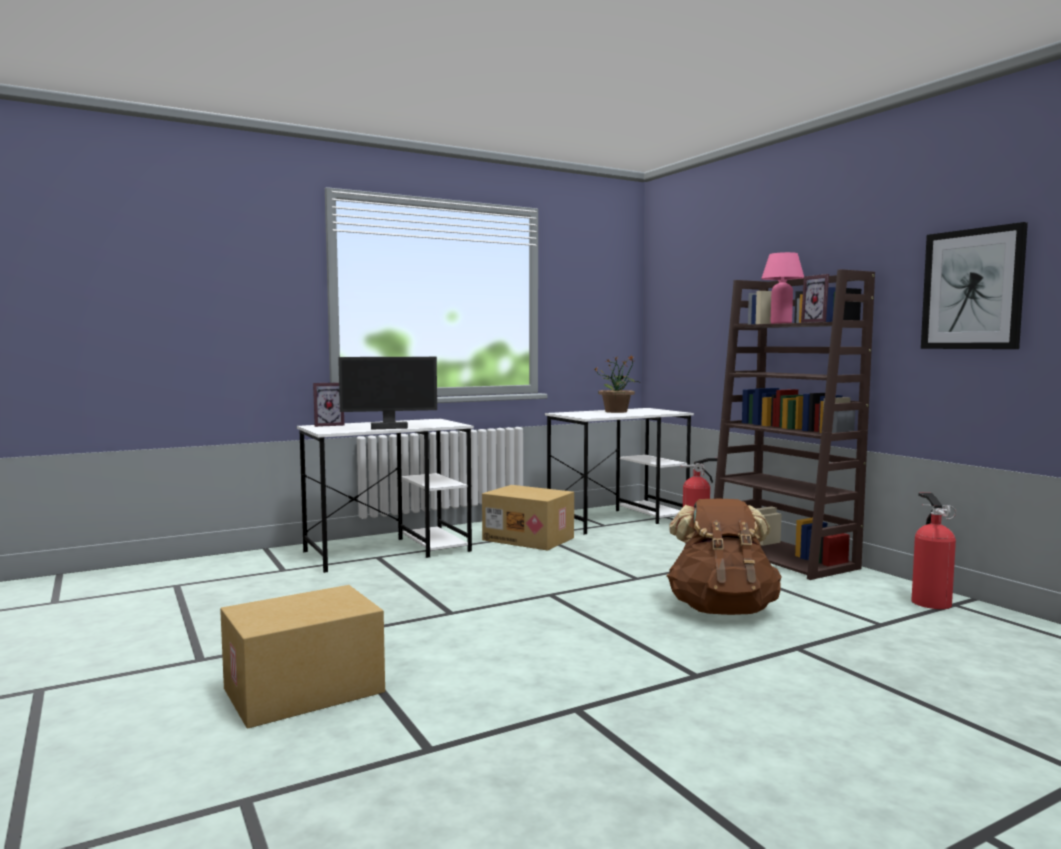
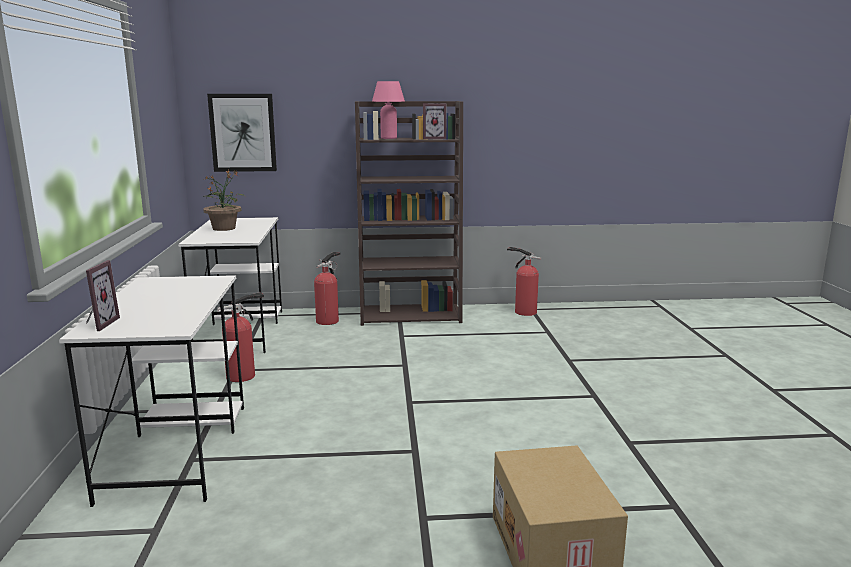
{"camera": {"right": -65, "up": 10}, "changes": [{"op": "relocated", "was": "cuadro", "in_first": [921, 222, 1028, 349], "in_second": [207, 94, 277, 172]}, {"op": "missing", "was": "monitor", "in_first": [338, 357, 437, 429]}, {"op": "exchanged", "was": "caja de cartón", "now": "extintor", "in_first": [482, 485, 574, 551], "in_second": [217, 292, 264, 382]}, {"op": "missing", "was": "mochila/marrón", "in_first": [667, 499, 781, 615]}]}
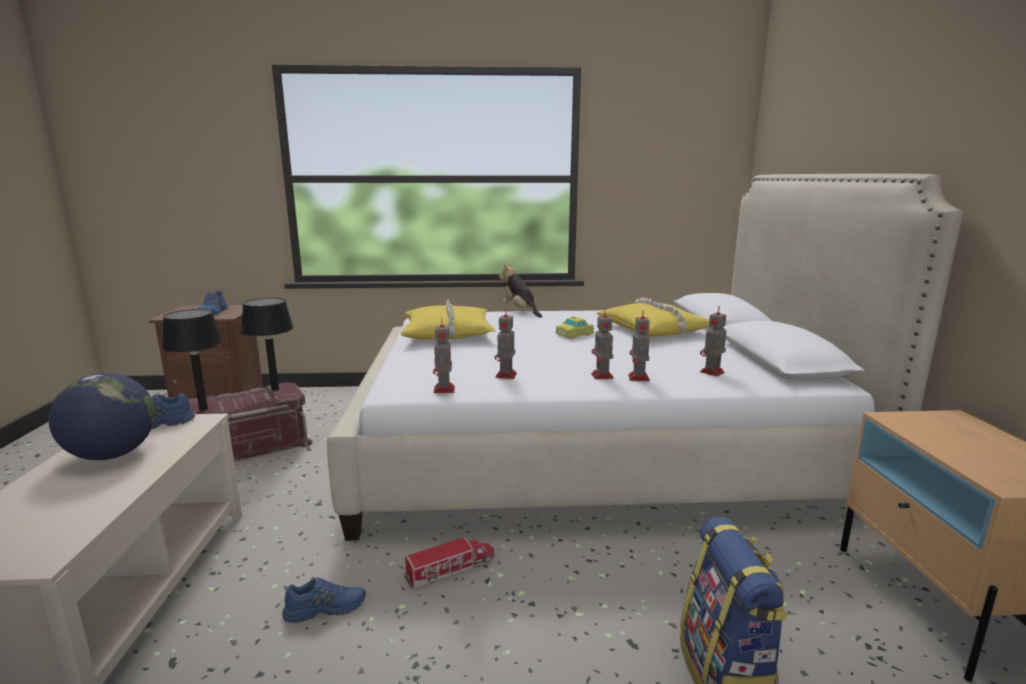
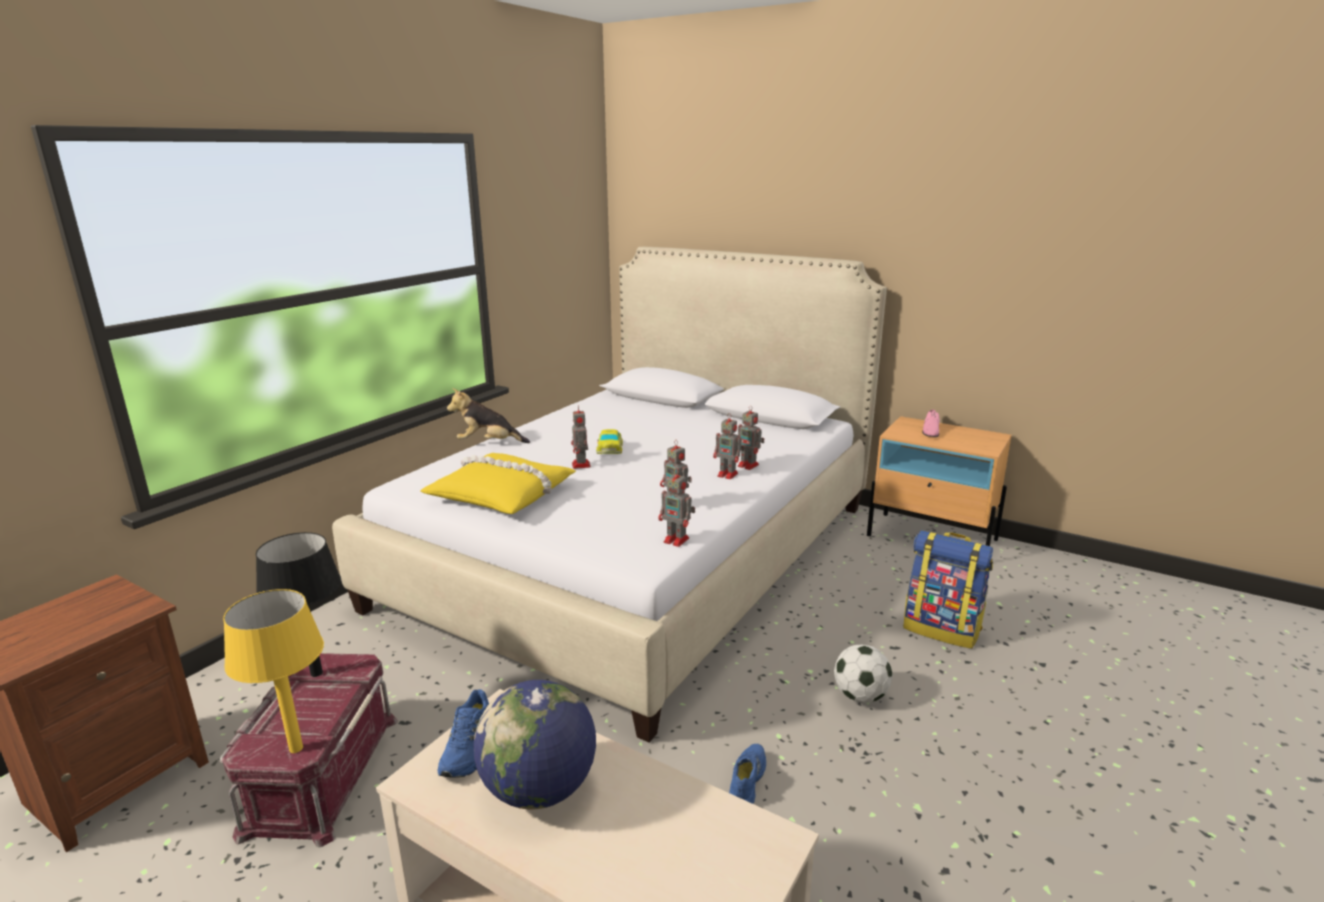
{"camera": {"right": -55, "up": 5}, "changes": [{"op": "missing", "was": "zapato/azul", "in_first": [198, 291, 228, 315]}, {"op": "missing", "was": "cojín/amarillo", "in_first": [597, 297, 709, 337]}, {"op": "relocated", "was": "robot de juguete", "in_first": [700, 306, 726, 376], "in_second": [571, 405, 591, 469]}, {"op": "colour", "was": "lámpara de mesa/negro", "now": "lámpara de mesa/amarillo", "in_first": [162, 309, 223, 411], "in_second": [223, 589, 324, 753]}, {"op": "missing", "was": "camión de juguete", "in_first": [404, 537, 494, 588]}, {"op": "appeared", "now": "zapato/rosa", "in_second": [922, 409, 940, 437]}, {"op": "appeared", "now": "balón de fútbol", "in_second": [834, 645, 892, 703]}]}
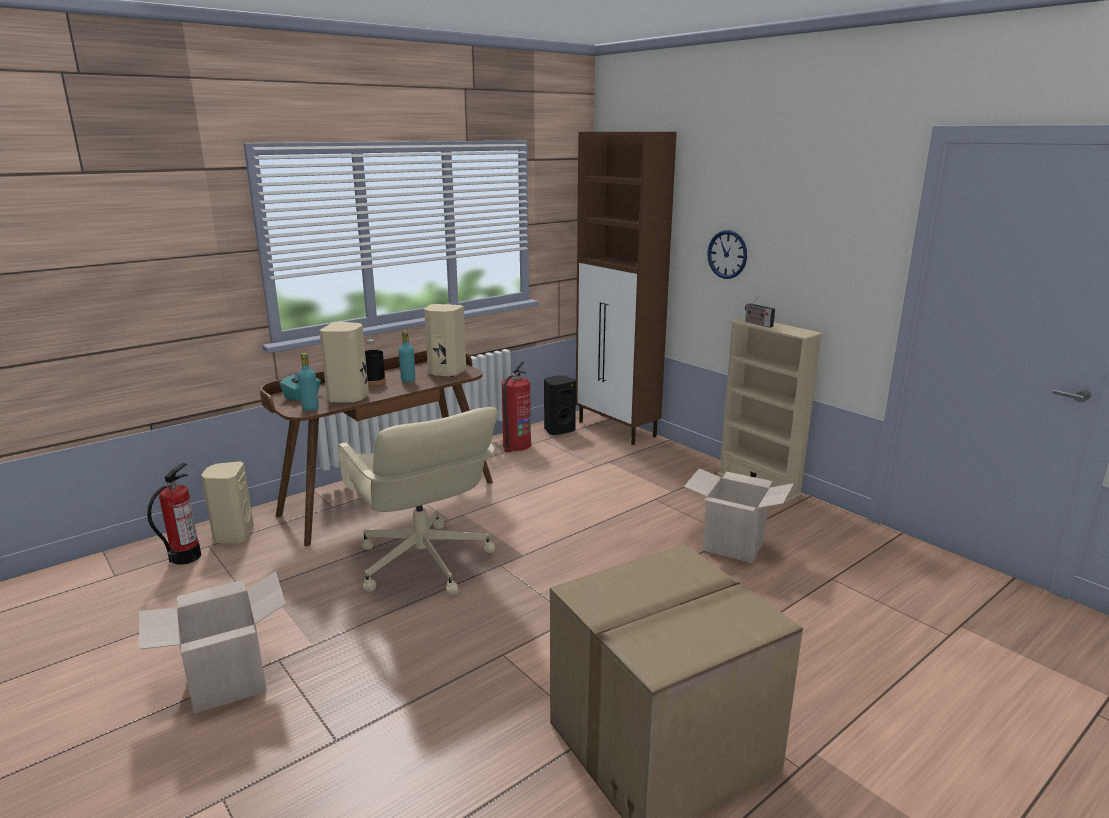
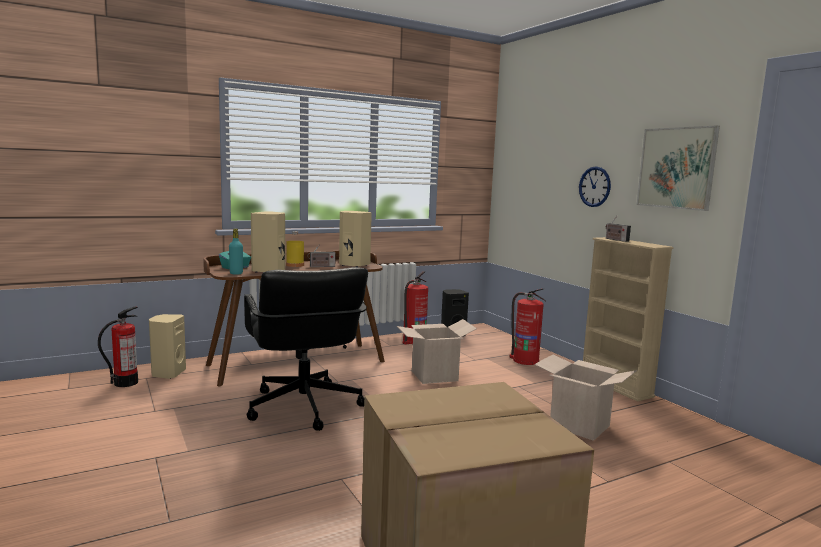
{"camera": {"right": 10, "up": -10}, "changes": [{"op": "missing", "was": "armario/marrón", "in_first": [576, 132, 677, 445]}, {"op": "exchanged", "was": "botella/turquesa", "now": "radio", "in_first": [398, 331, 415, 383], "in_second": [308, 244, 336, 267]}, {"op": "colour", "was": "botella/negro", "now": "botella/amarillo", "in_first": [365, 339, 386, 385], "in_second": [286, 231, 304, 267]}, {"op": "colour", "was": "silla de oficina/beis", "now": "silla de oficina/negro", "in_first": [338, 407, 497, 594], "in_second": [244, 267, 368, 431]}, {"op": "relocated", "was": "caja de cartón", "in_first": [139, 571, 286, 714], "in_second": [397, 319, 477, 384]}, {"op": "appeared", "now": "cuadro", "in_second": [637, 125, 720, 211]}, {"op": "appeared", "now": "extintor", "in_second": [509, 289, 546, 365]}]}
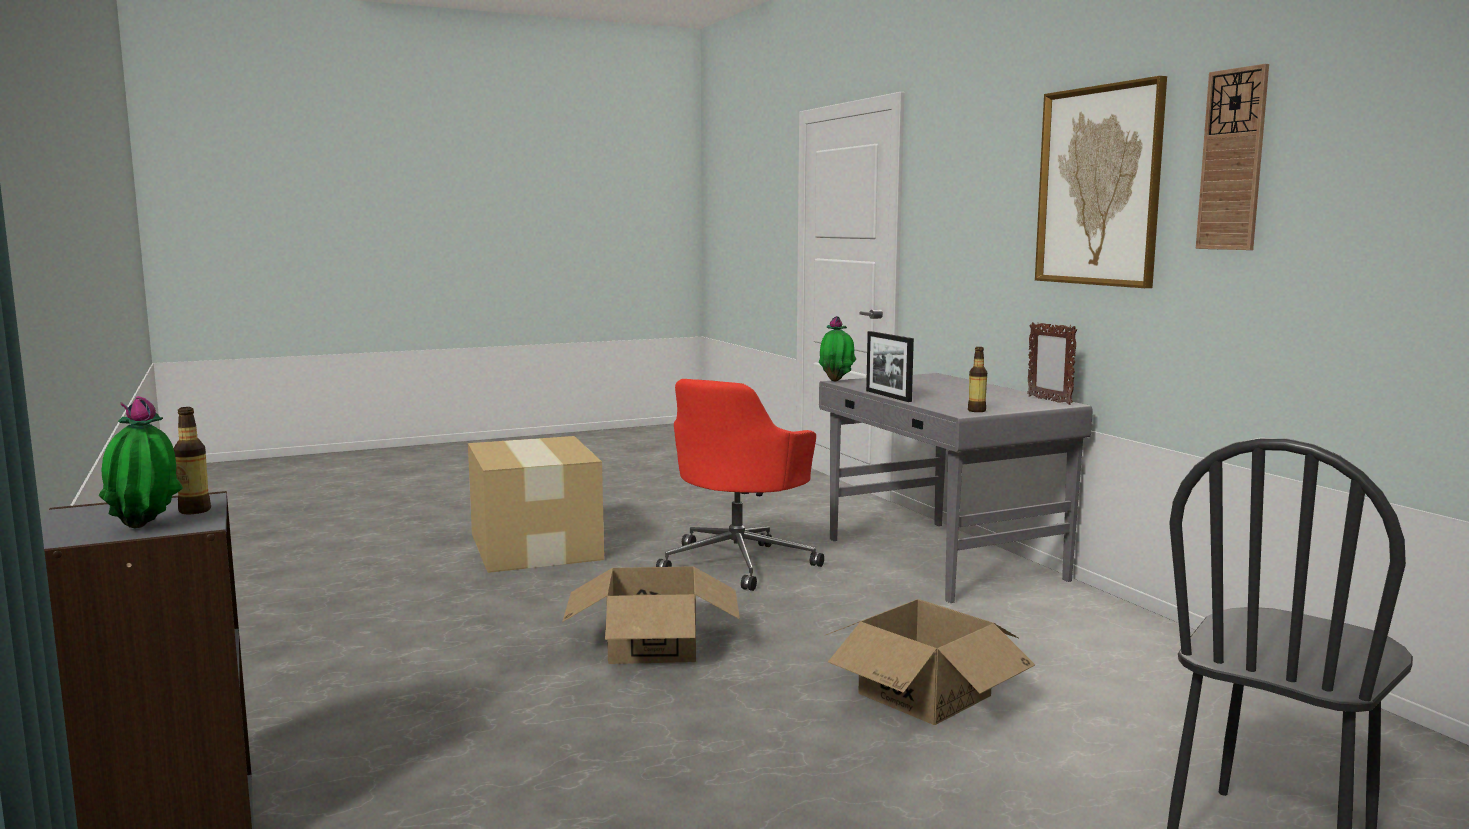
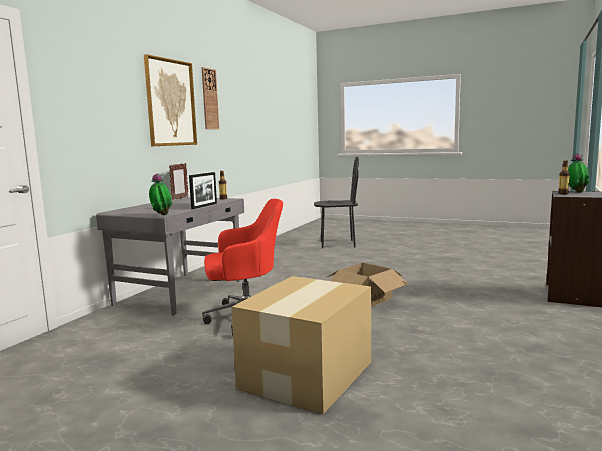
{"camera": {"right": -130, "up": 0}, "changes": [{"op": "missing", "was": "caja de cartón", "in_first": [824, 599, 1035, 725]}]}
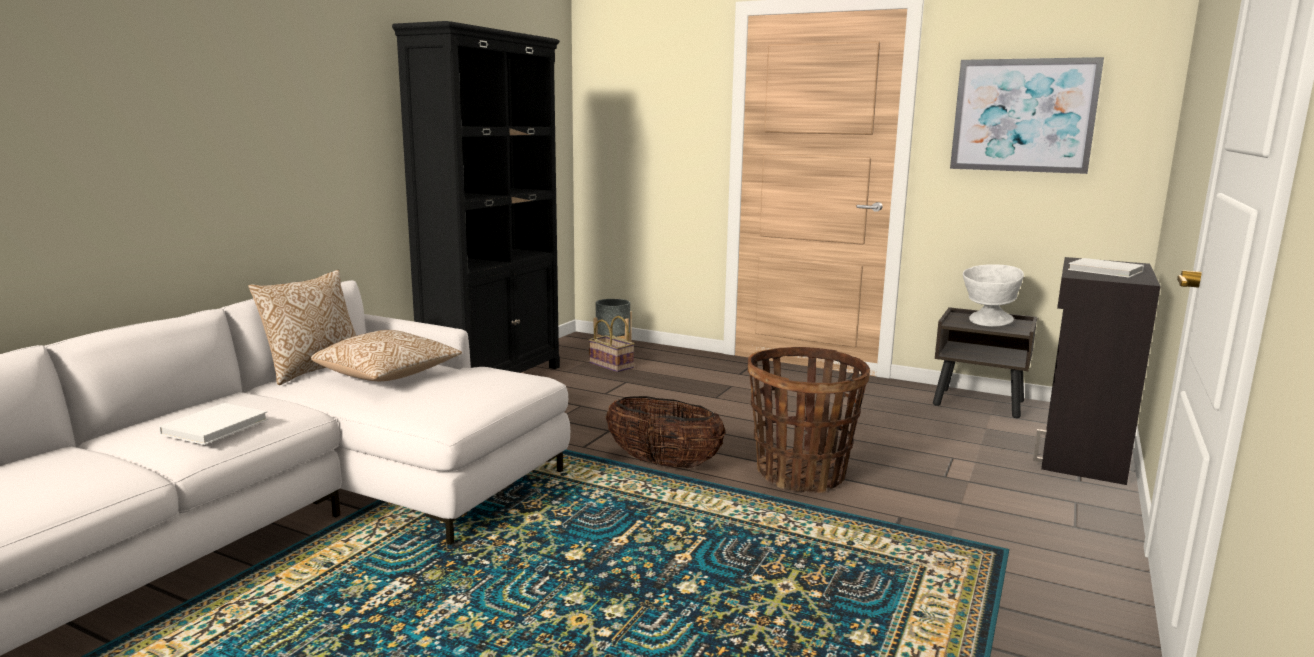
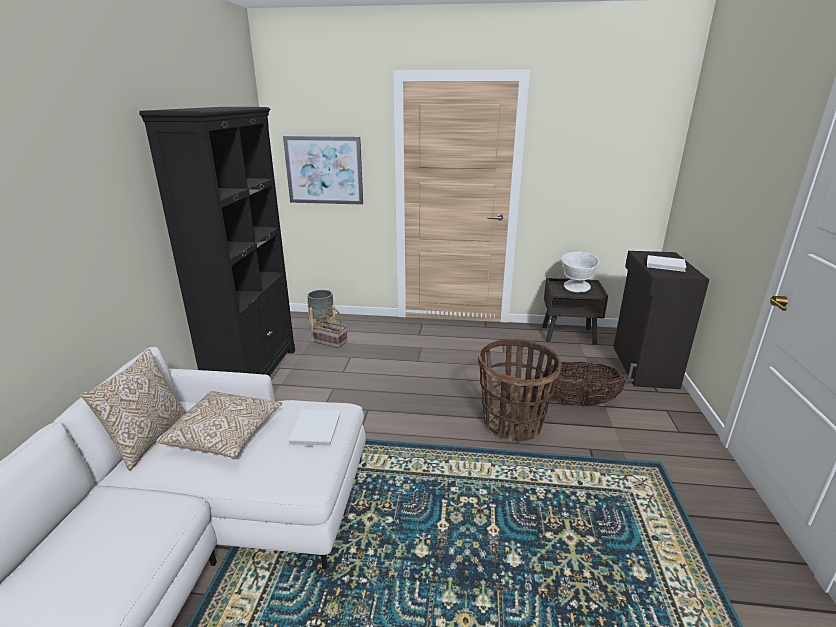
{"camera": {"right": -20, "up": 10}, "changes": [{"op": "relocated", "was": "cuadro", "in_first": [950, 57, 1104, 174], "in_second": [283, 136, 363, 205]}, {"op": "relocated", "was": "cesta", "in_first": [606, 396, 726, 468], "in_second": [542, 362, 625, 405]}, {"op": "relocated", "was": "libro/blanco", "in_first": [159, 403, 268, 445], "in_second": [288, 410, 341, 447]}]}
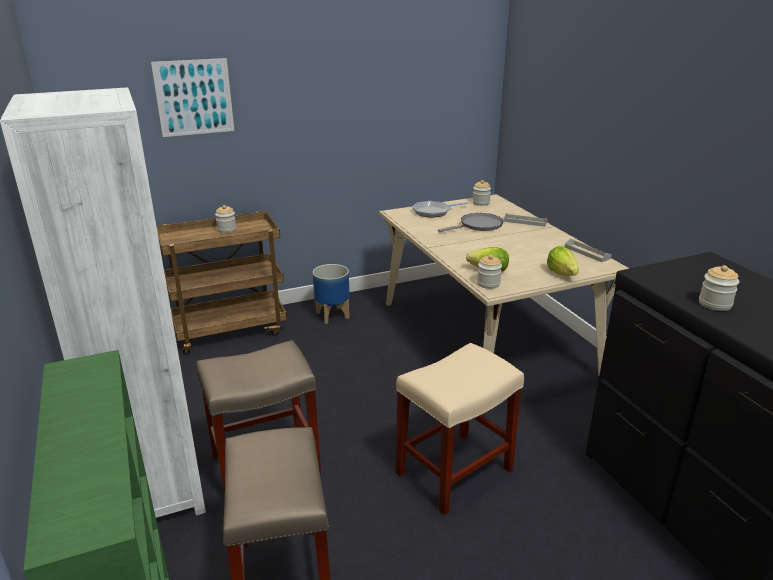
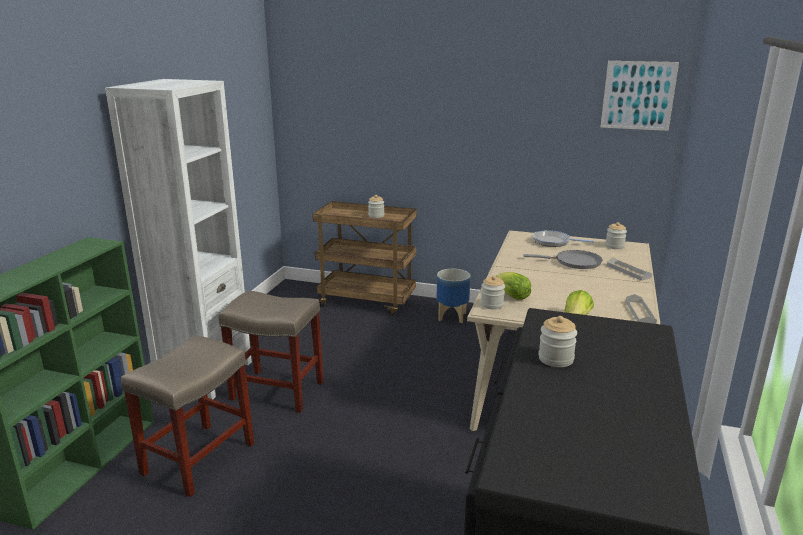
{"camera": {"right": 40, "up": -5}, "changes": [{"op": "relocated", "was": "cuadro", "in_first": [151, 58, 234, 137], "in_second": [600, 61, 679, 131]}, {"op": "missing", "was": "taburete/beis", "in_first": [395, 343, 524, 515]}]}
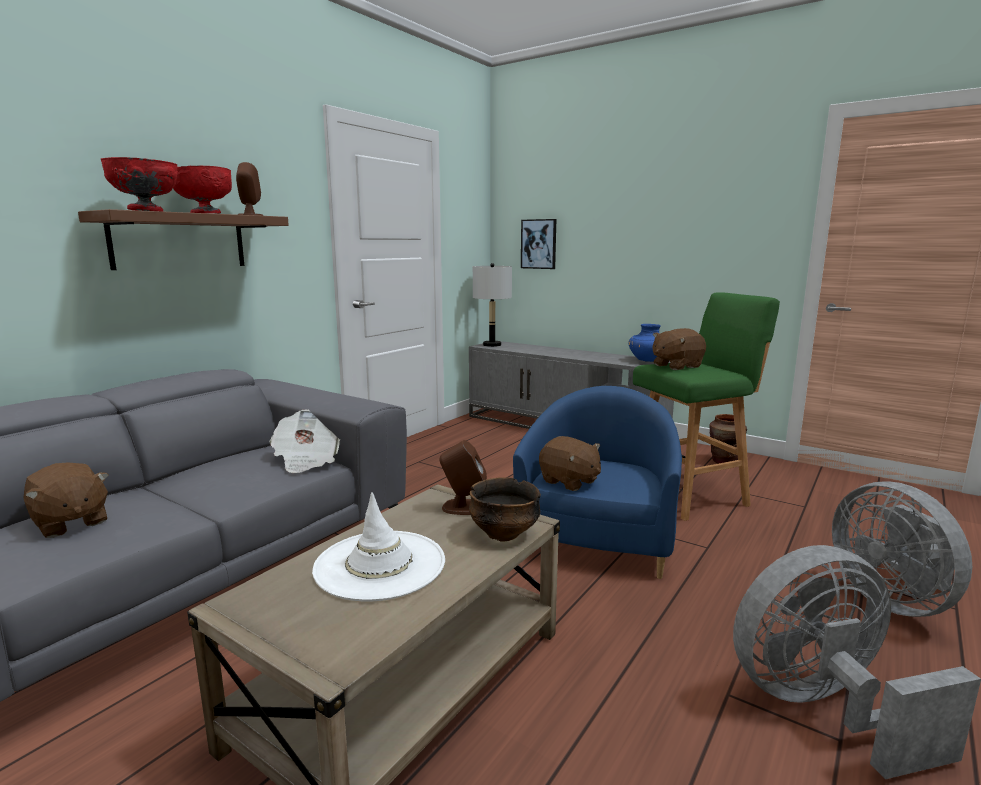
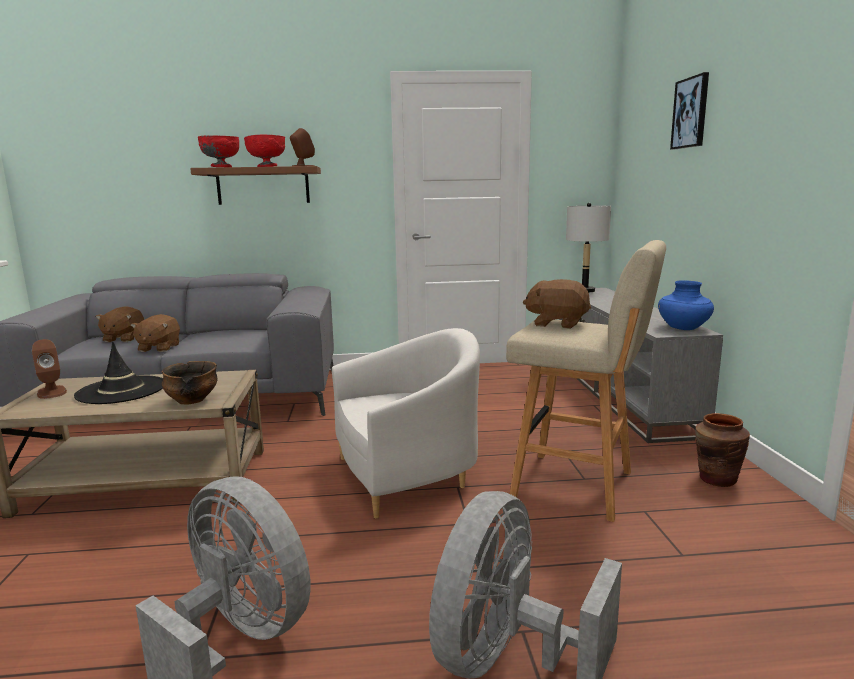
{"camera": {"right": 50, "up": 0}, "changes": [{"op": "relocated", "was": "cuadro", "in_first": [521, 219, 556, 269], "in_second": [670, 72, 709, 150]}, {"op": "colour", "was": "taburete/verde", "now": "taburete/beis", "in_first": [633, 292, 780, 521], "in_second": [506, 240, 666, 522]}, {"op": "colour", "was": "sillón/azul", "now": "sillón/blanco", "in_first": [513, 386, 682, 579], "in_second": [332, 328, 480, 518]}, {"op": "missing", "was": "periódico", "in_first": [269, 409, 340, 473]}, {"op": "relocated", "was": "peluche/marrón", "in_first": [539, 436, 601, 491], "in_second": [131, 314, 180, 352]}, {"op": "relocated", "was": "altavoz/marrón", "in_first": [439, 440, 487, 515], "in_second": [32, 339, 67, 399]}, {"op": "colour", "was": "sombrero/blanco", "now": "sombrero/negro", "in_first": [312, 492, 445, 601], "in_second": [74, 342, 163, 404]}]}
